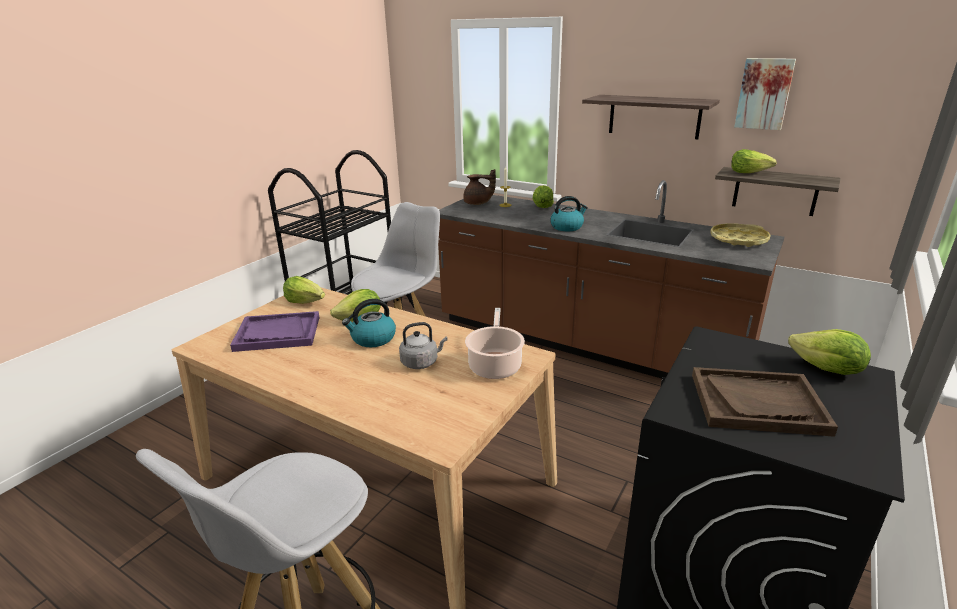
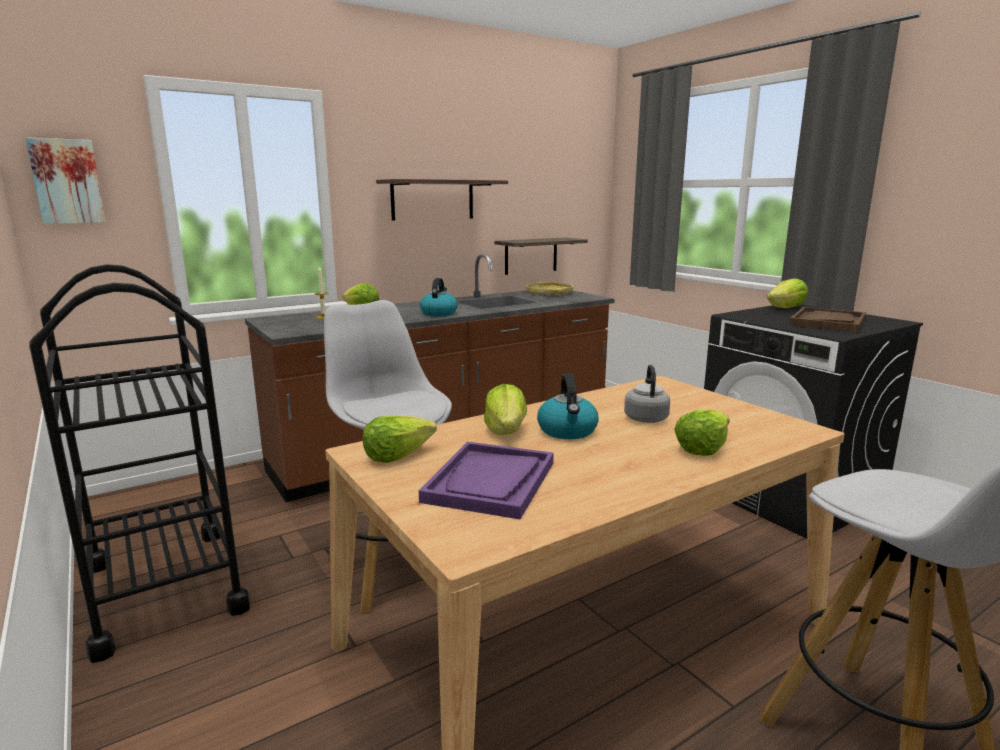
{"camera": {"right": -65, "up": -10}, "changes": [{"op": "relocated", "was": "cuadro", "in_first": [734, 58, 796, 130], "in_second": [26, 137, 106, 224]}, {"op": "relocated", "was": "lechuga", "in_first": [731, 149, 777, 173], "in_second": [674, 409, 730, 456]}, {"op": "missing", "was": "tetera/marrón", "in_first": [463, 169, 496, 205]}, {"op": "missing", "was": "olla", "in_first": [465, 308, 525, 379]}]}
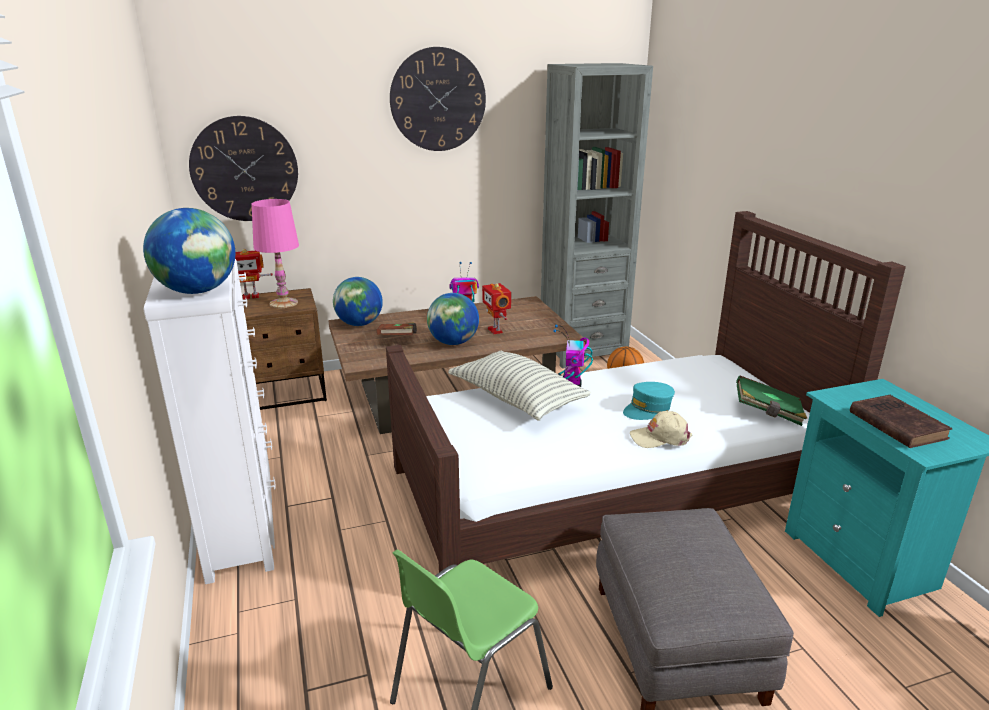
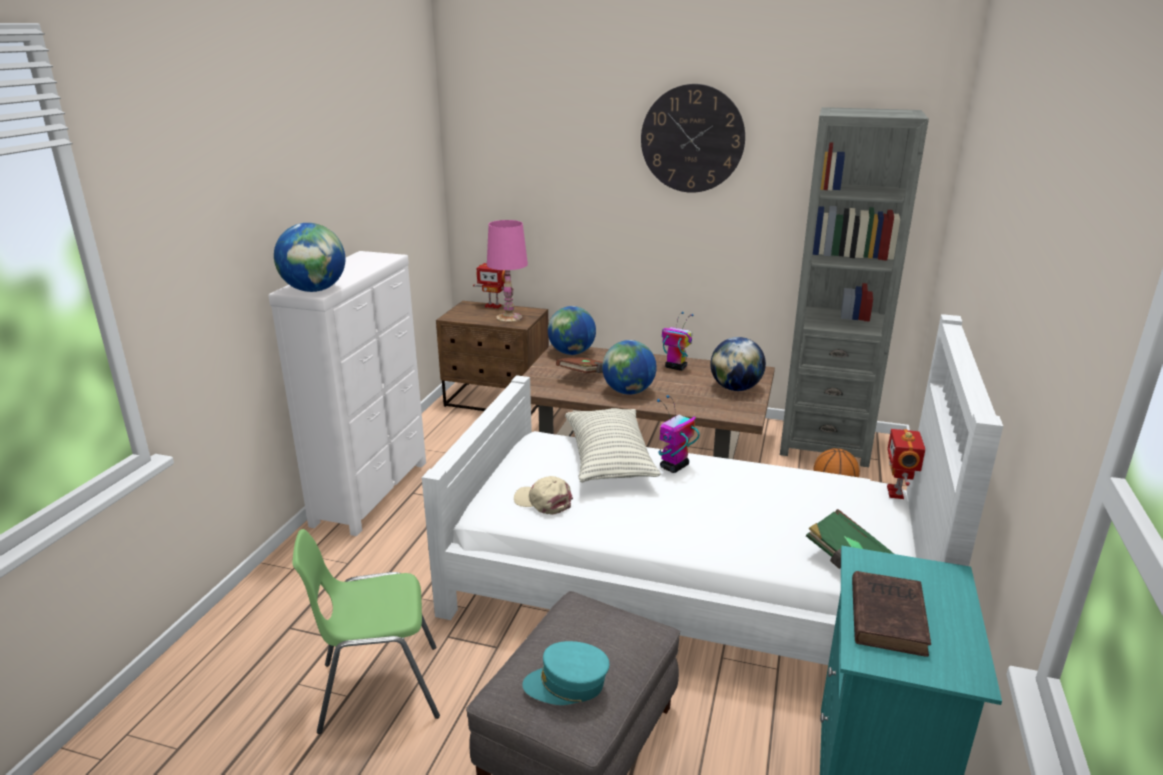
{"camera": {"right": 35, "up": 0}, "changes": [{"op": "missing", "was": "reloj de pared", "in_first": [189, 116, 298, 221]}, {"op": "colour", "was": "cama/marrón", "now": "cama/blanco", "in_first": [386, 211, 906, 572], "in_second": [422, 314, 1003, 665]}, {"op": "relocated", "was": "robot de juguete", "in_first": [482, 283, 511, 335], "in_second": [887, 429, 925, 499]}, {"op": "relocated", "was": "gorra/turquesa", "in_first": [623, 382, 675, 420], "in_second": [523, 641, 610, 705]}, {"op": "relocated", "was": "gorra/beis", "in_first": [630, 411, 692, 448], "in_second": [514, 476, 573, 515]}, {"op": "appeared", "now": "globo terráqueo", "in_second": [710, 337, 766, 391]}]}
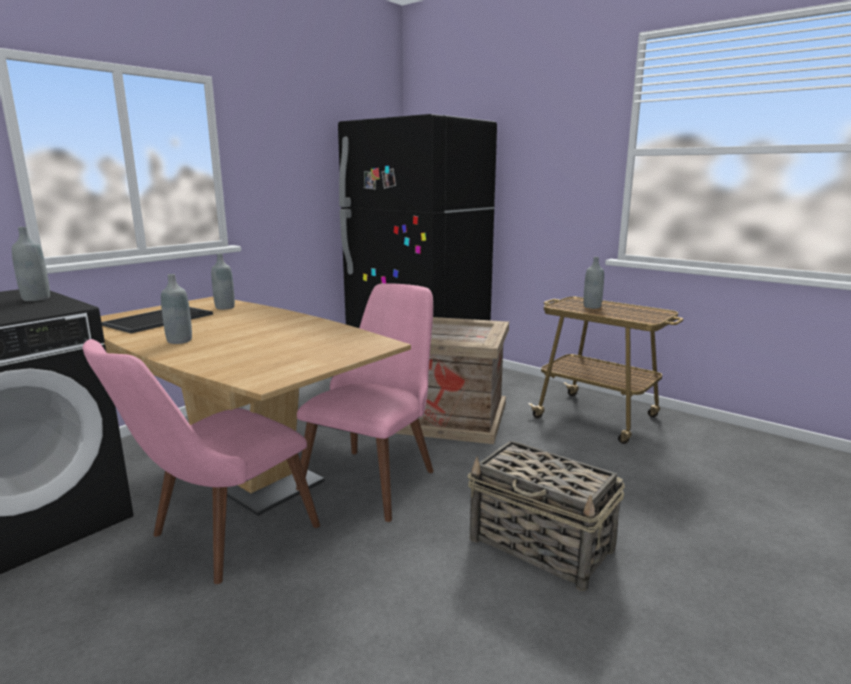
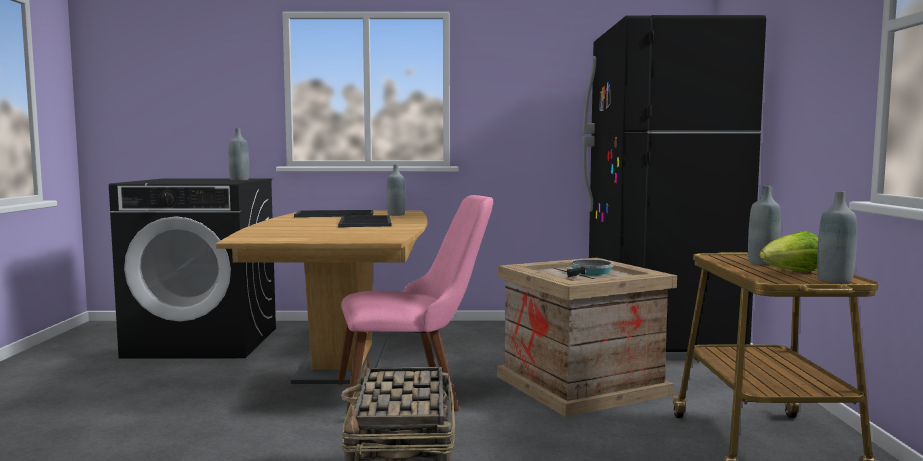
{"camera": {"right": 50, "up": -10}, "changes": [{"op": "relocated", "was": "botella/gris", "in_first": [161, 274, 192, 344], "in_second": [817, 191, 857, 283]}, {"op": "missing", "was": "silla/rosa", "in_first": [82, 339, 320, 584]}, {"op": "appeared", "now": "bandeja", "in_second": [338, 215, 392, 227]}, {"op": "appeared", "now": "lechuga", "in_second": [759, 231, 818, 272]}, {"op": "appeared", "now": "sartén", "in_second": [567, 259, 614, 278]}]}
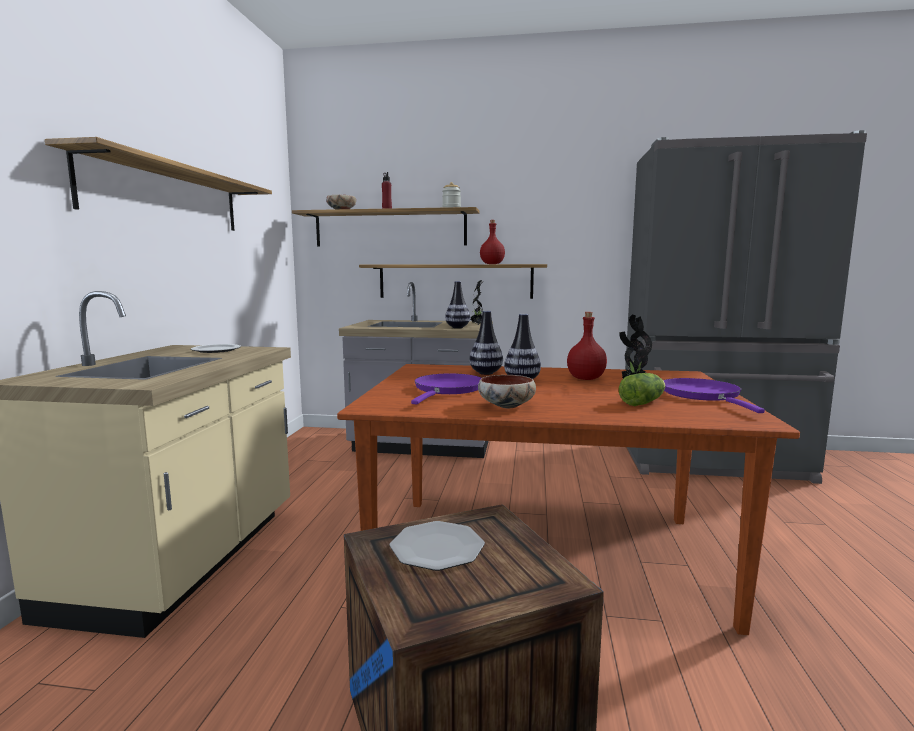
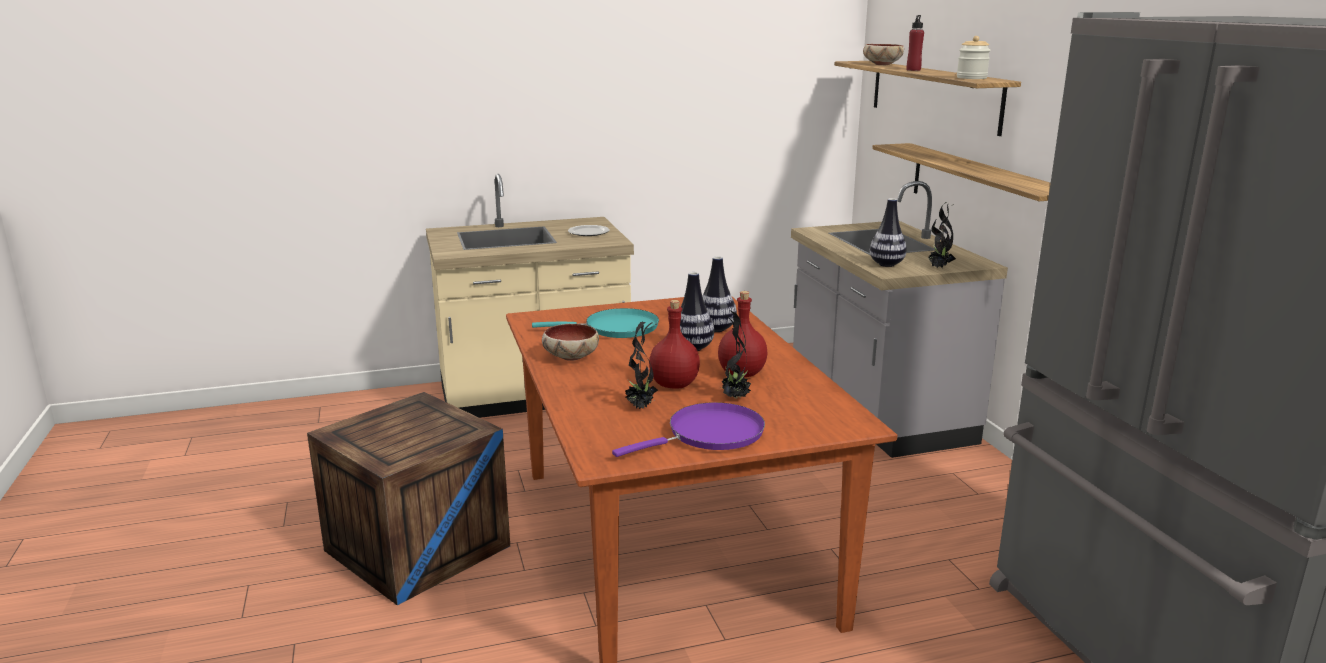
{"camera": {"right": 65, "up": 10}, "changes": [{"op": "missing", "was": "estante", "in_first": [45, 137, 272, 231]}, {"op": "relocated", "was": "botella/rojo", "in_first": [480, 220, 505, 264], "in_second": [649, 300, 700, 389]}, {"op": "colour", "was": "sartén/morado", "now": "sartén/turquesa", "in_first": [411, 373, 481, 404], "in_second": [532, 308, 659, 338]}, {"op": "exchanged", "was": "lechuga", "now": "planta en maceta", "in_first": [619, 373, 665, 406], "in_second": [625, 321, 658, 409]}, {"op": "missing", "was": "plato", "in_first": [390, 521, 485, 571]}]}
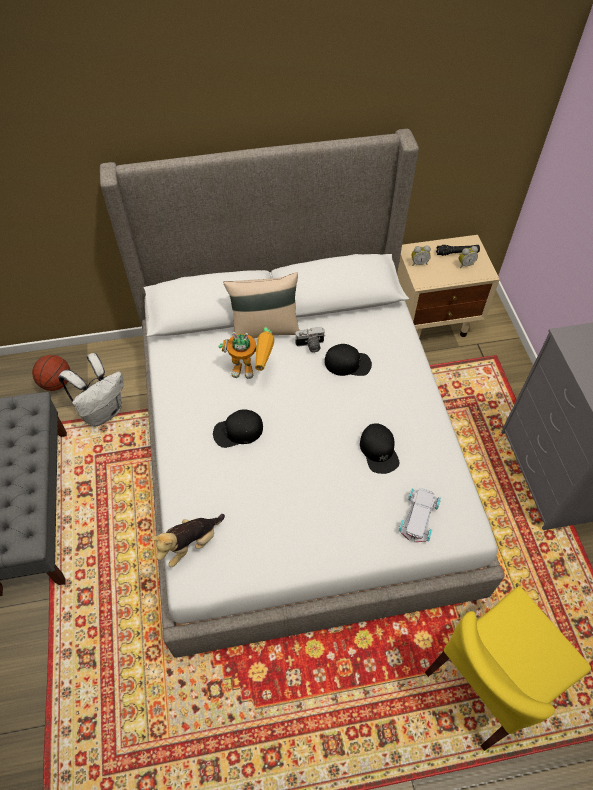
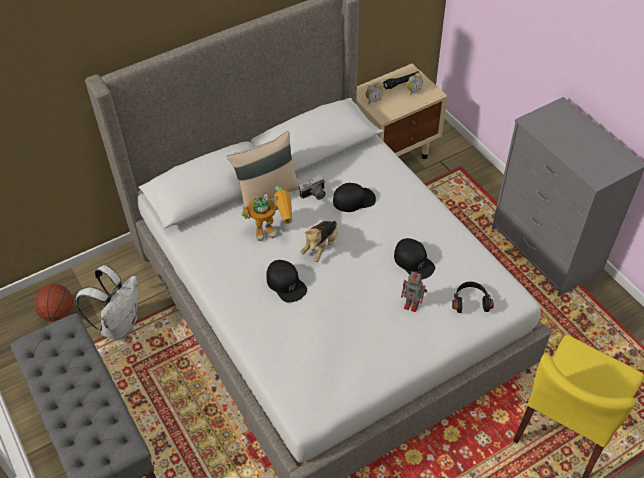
{"camera": {"right": -20, "up": -5}, "changes": [{"op": "spun", "was": "gorra/negro", "in_first": [213, 409, 263, 448], "in_second": [266, 260, 307, 303], "clockwise": -90}, {"op": "exchanged", "was": "coche de juguete/blanco", "now": "auriculares/negro", "in_first": [398, 488, 441, 542], "in_second": [452, 282, 494, 313]}, {"op": "relocated", "was": "peluche", "in_first": [151, 514, 225, 567], "in_second": [300, 221, 338, 262]}, {"op": "appeared", "now": "robot de juguete", "in_second": [401, 272, 427, 312]}]}
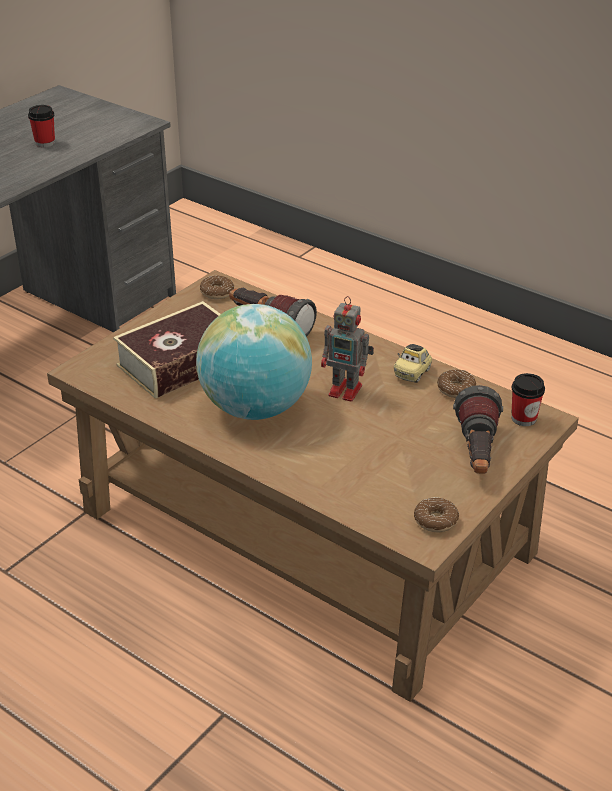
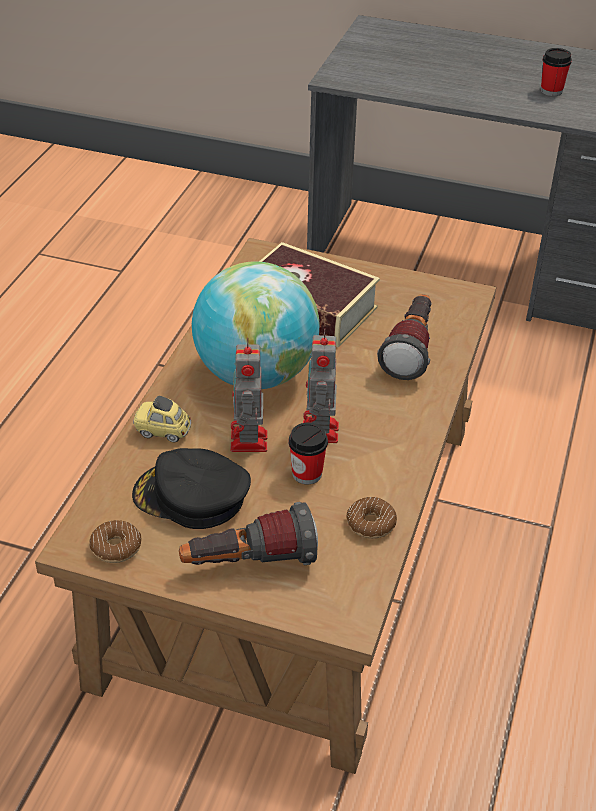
{"camera": {"right": 70, "up": 5}, "changes": [{"op": "missing", "was": "rosquilla", "in_first": [200, 275, 234, 299]}, {"op": "relocated", "was": "coche de juguete", "in_first": [394, 344, 432, 383], "in_second": [133, 395, 191, 442]}, {"op": "relocated", "was": "taza", "in_first": [512, 373, 545, 426], "in_second": [289, 423, 328, 484]}, {"op": "appeared", "now": "robot de juguete", "in_second": [231, 337, 267, 452]}, {"op": "appeared", "now": "gorra/negro", "in_second": [132, 448, 251, 529]}]}
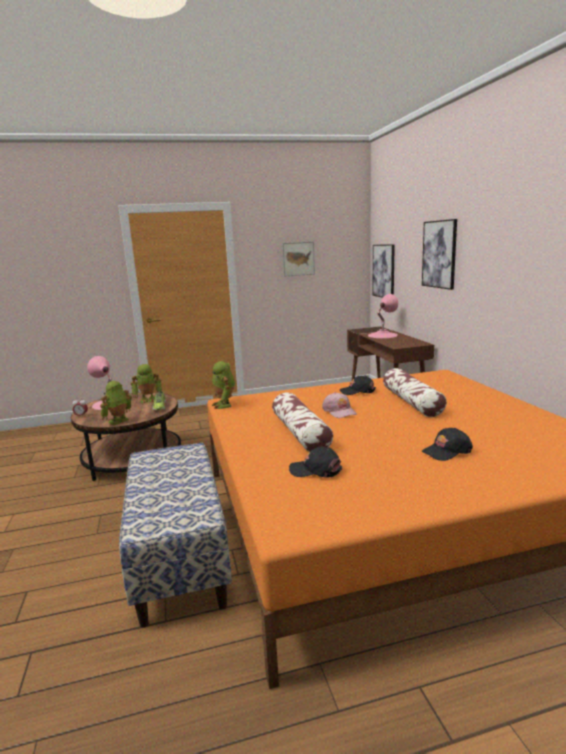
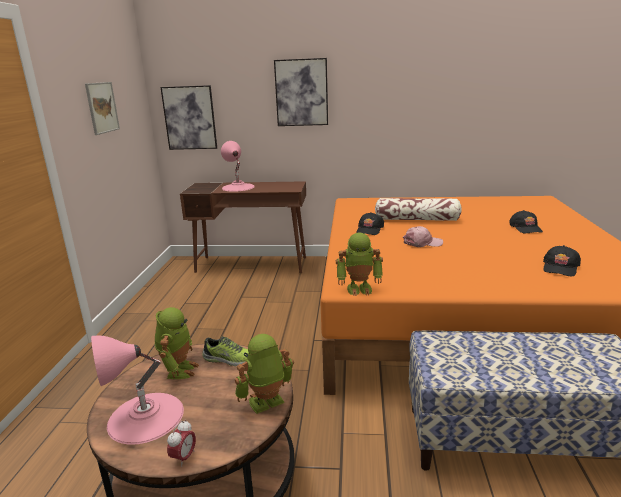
{"camera": {"right": -70, "up": 5}, "changes": [{"op": "spun", "was": "robot de juguete", "in_first": [100, 381, 132, 425], "in_second": [235, 334, 294, 414], "clockwise": 90}, {"op": "missing", "was": "cojín", "in_first": [272, 392, 333, 452]}]}
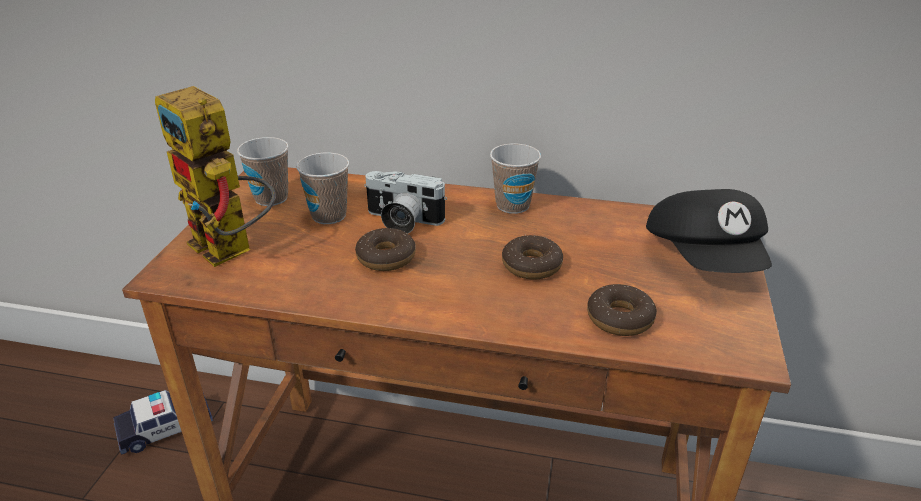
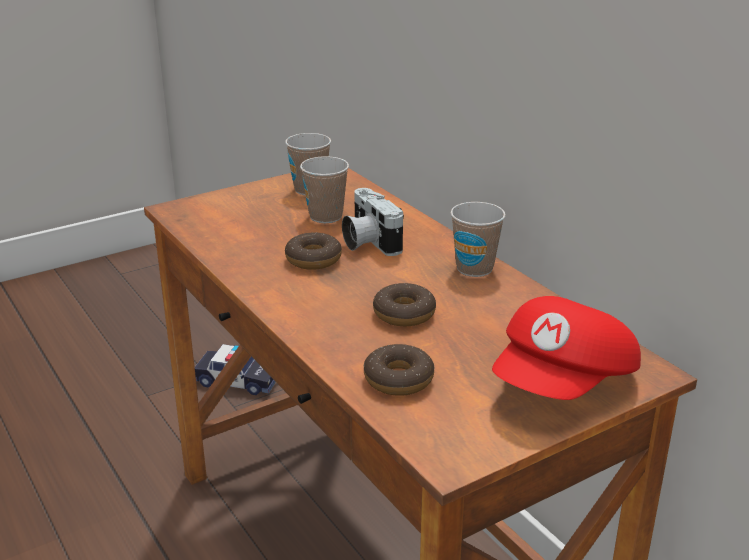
{"camera": {"right": 45, "up": -5}, "changes": [{"op": "missing", "was": "robot de juguete", "in_first": [155, 86, 276, 267]}, {"op": "colour", "was": "gorra/negro", "now": "gorra/rojo", "in_first": [646, 189, 772, 273], "in_second": [492, 296, 641, 400]}]}
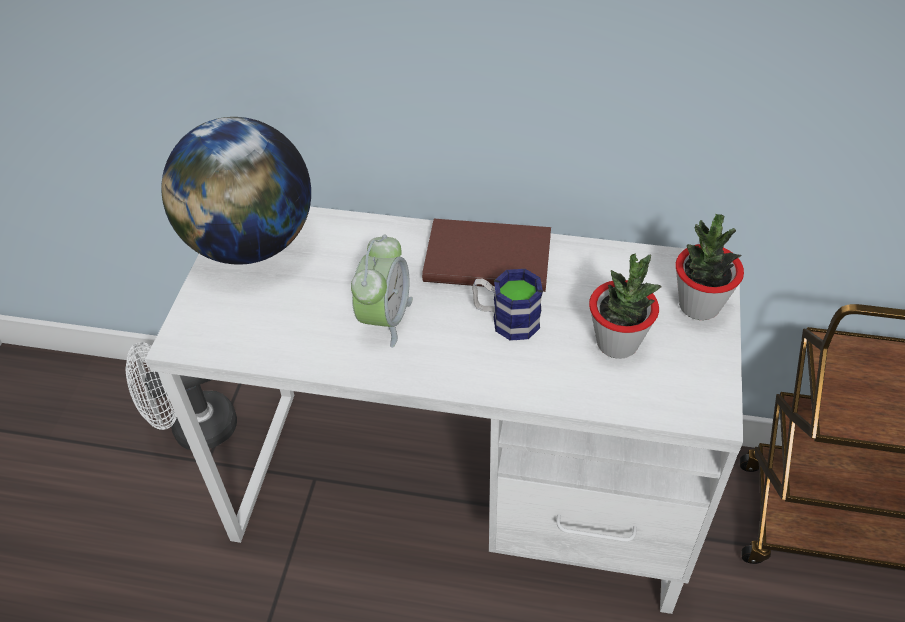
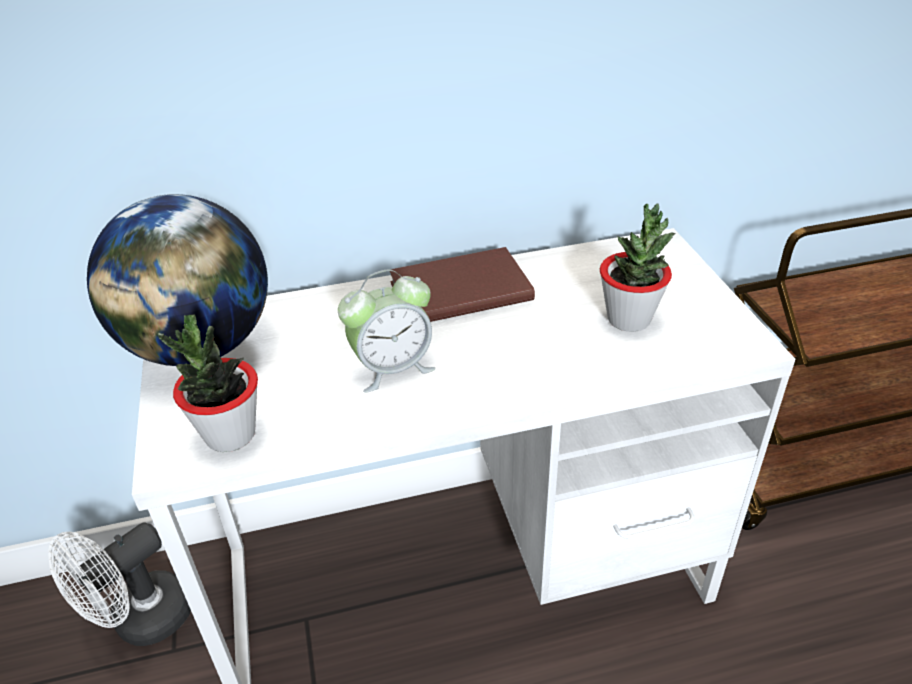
{"camera": {"right": -25, "up": -10}, "changes": [{"op": "relocated", "was": "planta en maceta", "in_first": [676, 214, 744, 320], "in_second": [158, 314, 258, 452]}, {"op": "spun", "was": "despertador", "in_first": [351, 235, 413, 348], "in_second": [338, 269, 436, 393], "clockwise": 75}, {"op": "missing", "was": "taza grande", "in_first": [472, 269, 543, 341]}]}
